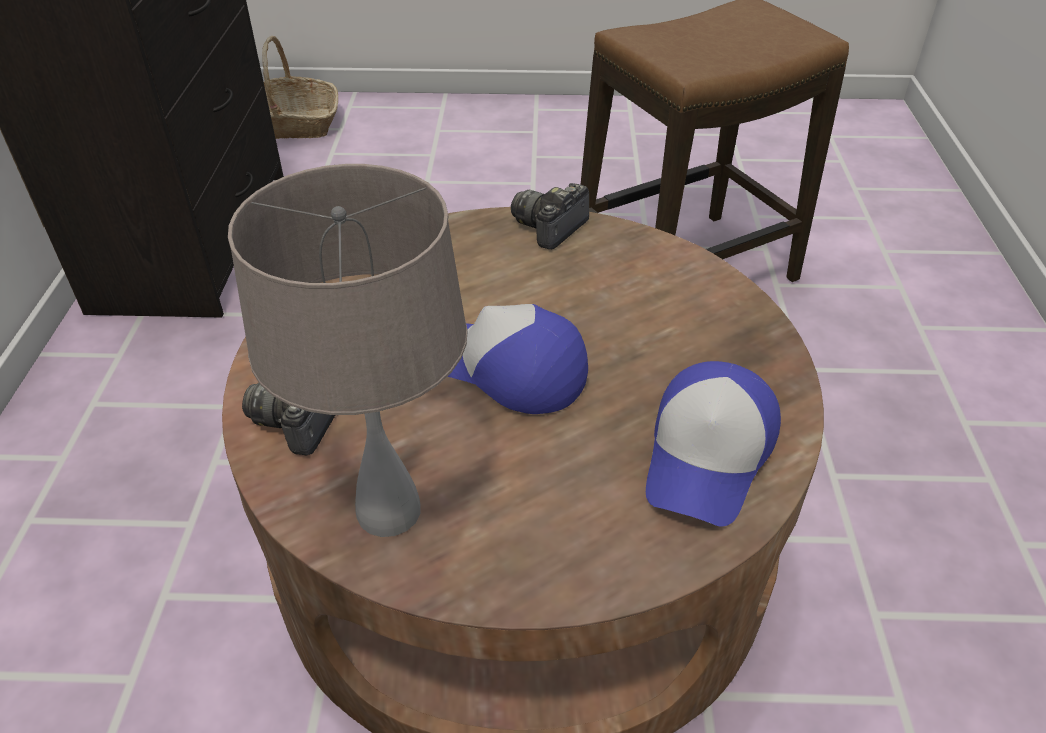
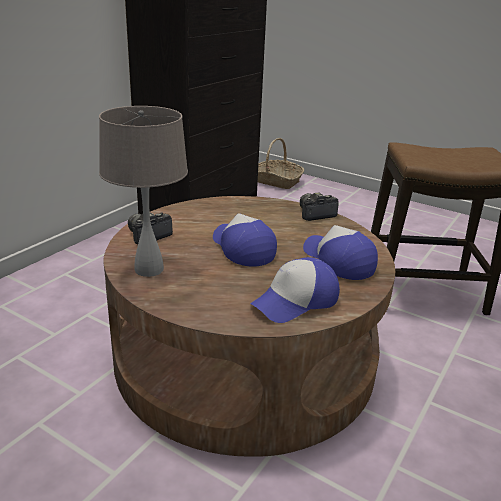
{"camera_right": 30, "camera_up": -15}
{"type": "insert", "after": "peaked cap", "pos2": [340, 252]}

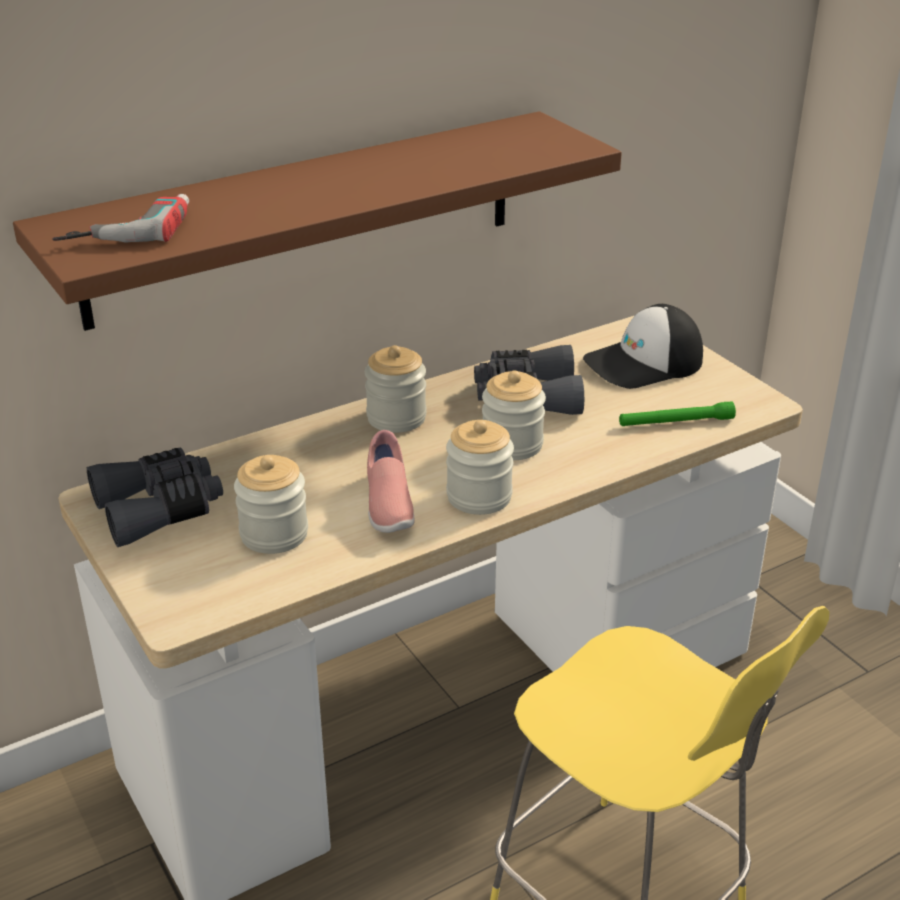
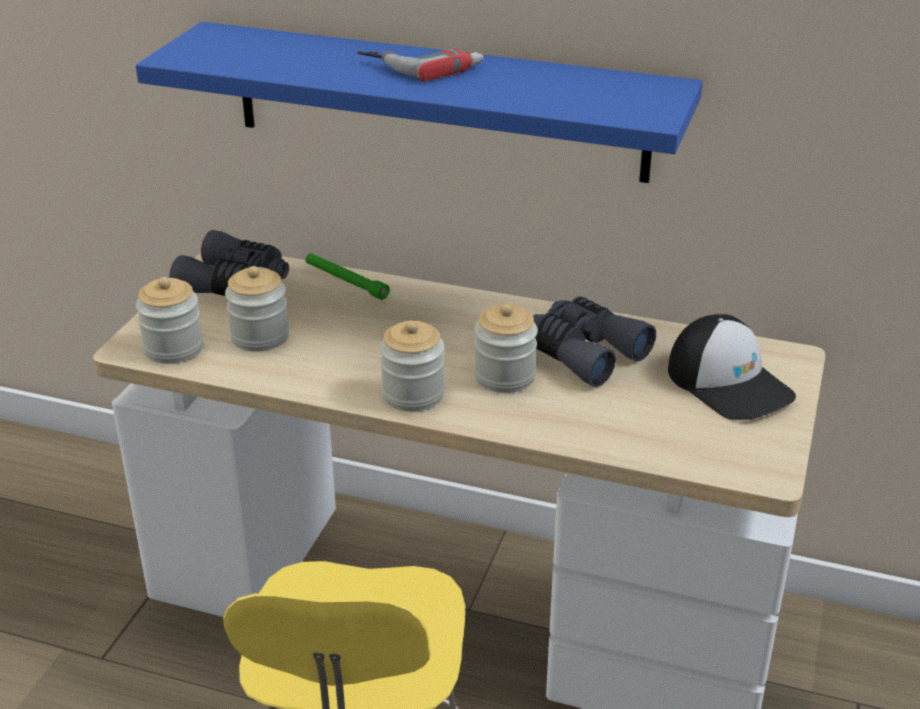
{"camera_right": 50, "camera_up": 0}
{"type": "recolor", "before": "bracket shelf (brownish)", "after": "bracket shelf (bluish)", "pos1": [317, 221], "pos2": [419, 102]}
{"type": "move", "before": "storage jar", "pos1": [396, 389], "pos2": [169, 320]}
{"type": "move", "before": "hand torch (green-coloured)", "pos1": [677, 413], "pos2": [348, 276]}
{"type": "move", "before": "drill", "pos1": [120, 218], "pos2": [420, 65]}
{"type": "rotate", "before": "peaked cap", "pos1": [643, 346], "pos2": [732, 367], "turn": -150}
{"type": "delete", "before": "shoe (pink)", "pos1": [391, 481]}

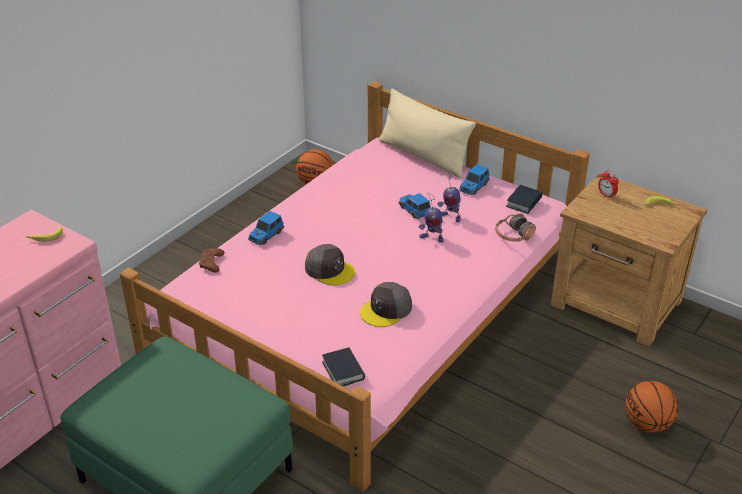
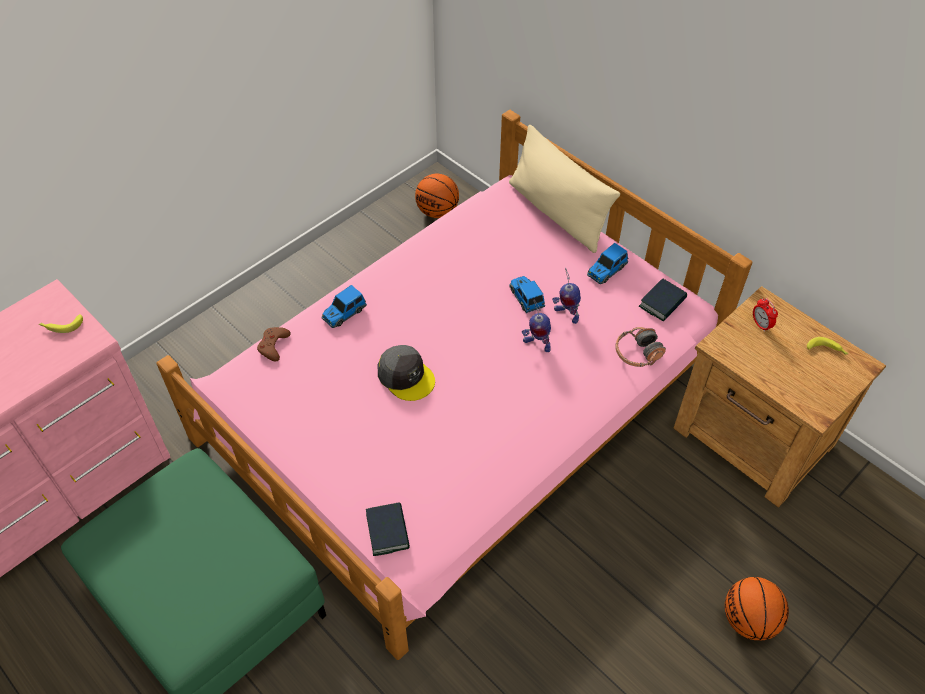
{"camera_right": 10, "camera_up": 15}
{"type": "delete", "before": "peaked cap (gray)", "pos1": [386, 304]}

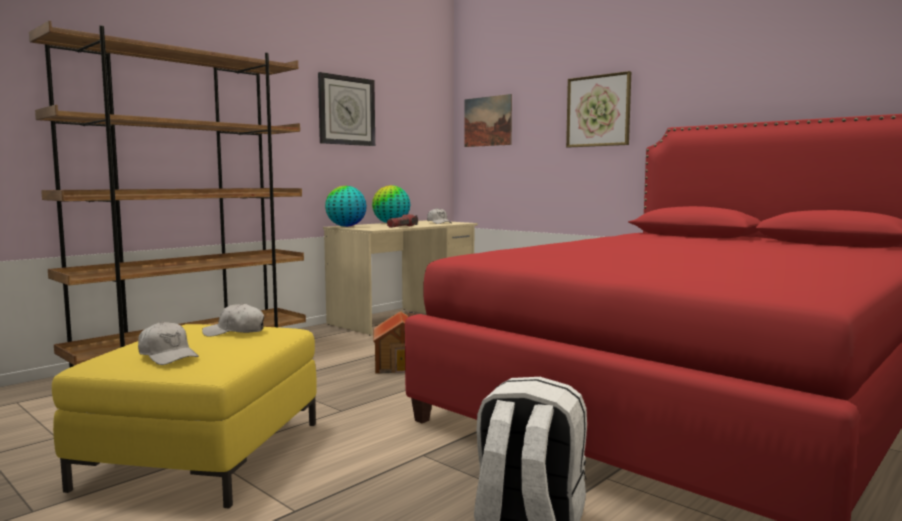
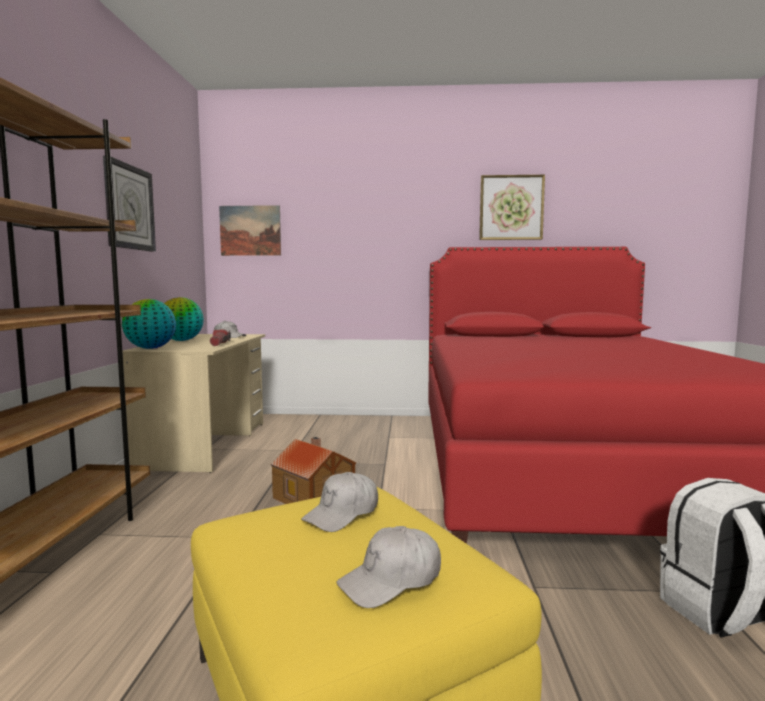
{"camera_right": -40, "camera_up": 0}
{"type": "rotate", "before": "peaked cap (white)", "pos1": [168, 343], "pos2": [389, 567], "turn": 150}
{"type": "move", "before": "picture", "pos1": [598, 109], "pos2": [512, 207]}

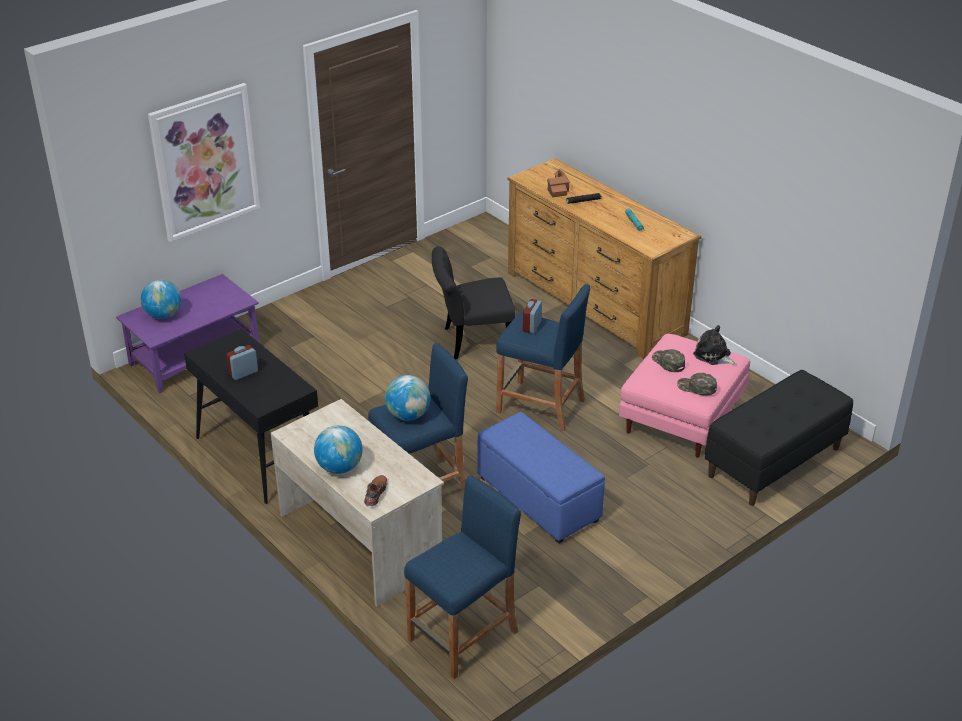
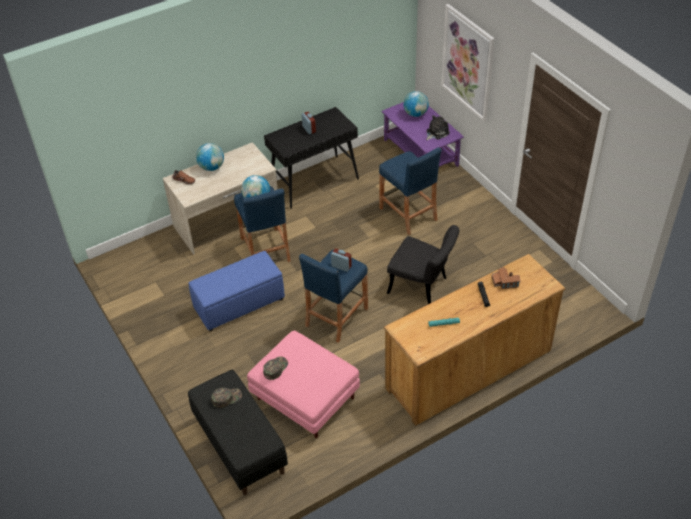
{"camera_right": 100, "camera_up": 10}
{"type": "move", "before": "peaked cap (green-coloured)", "pos1": [668, 360], "pos2": [226, 398]}
{"type": "move", "before": "stool (bluish)", "pos1": [462, 577], "pos2": [410, 191]}
{"type": "rotate", "before": "upright chair (black-coloured)", "pos1": [473, 302], "pos2": [423, 264], "turn": 120}
{"type": "move", "before": "plush toy", "pos1": [715, 345], "pos2": [438, 127]}

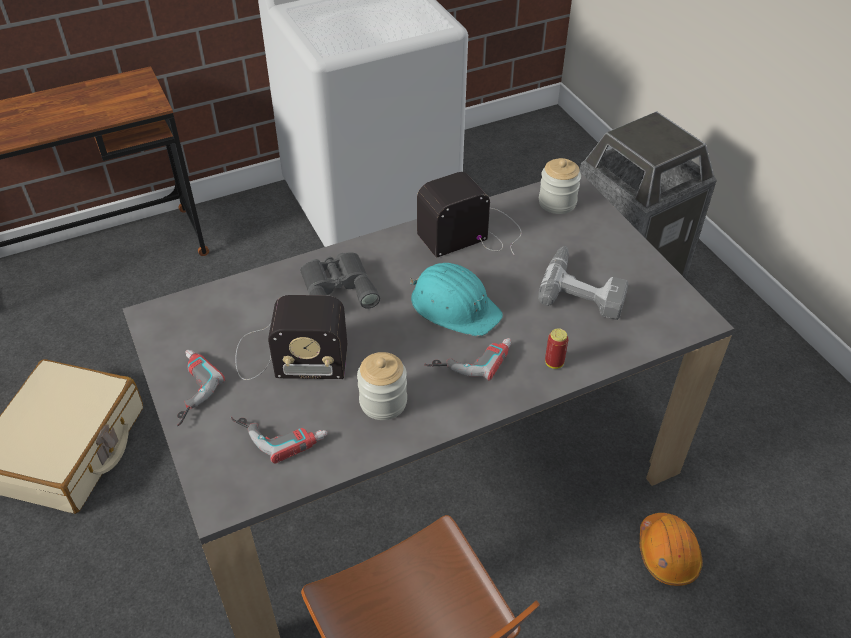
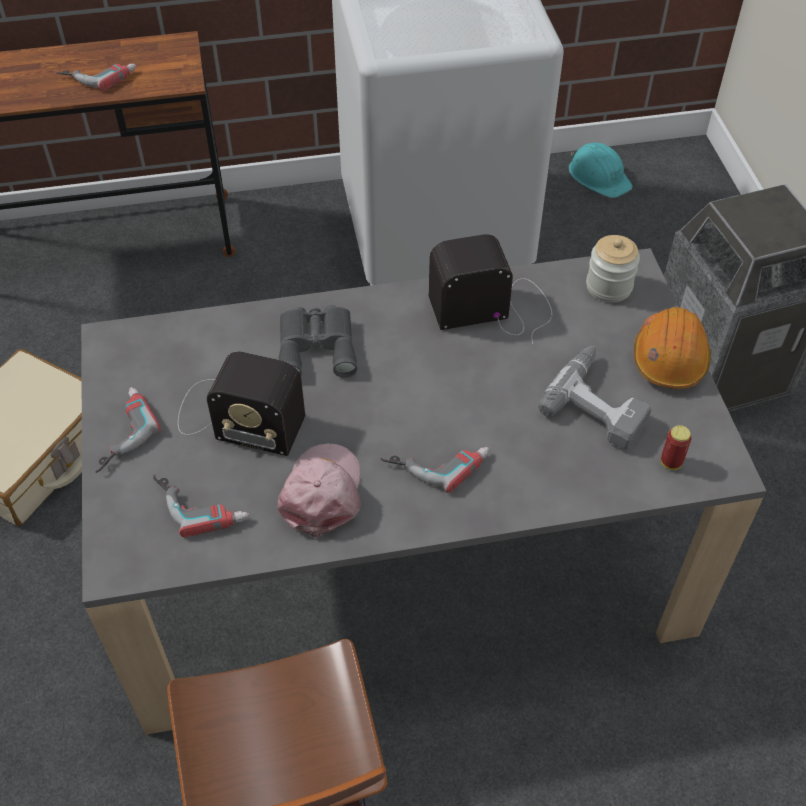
{"camera_right": 15, "camera_up": 5}
{"type": "insert", "after": "drill", "pos2": [96, 77]}
{"type": "replace", "before": "storage jar", "after": "peaked cap (pink)", "pos1": [382, 386], "pos2": [319, 490]}
{"type": "move", "before": "hard hat (turquoise)", "pos1": [456, 300], "pos2": [601, 170]}
{"type": "move", "before": "hard hat (orange-coloured)", "pos1": [671, 549], "pos2": [672, 348]}
{"type": "move", "before": "sealed can", "pos1": [556, 348], "pos2": [676, 447]}

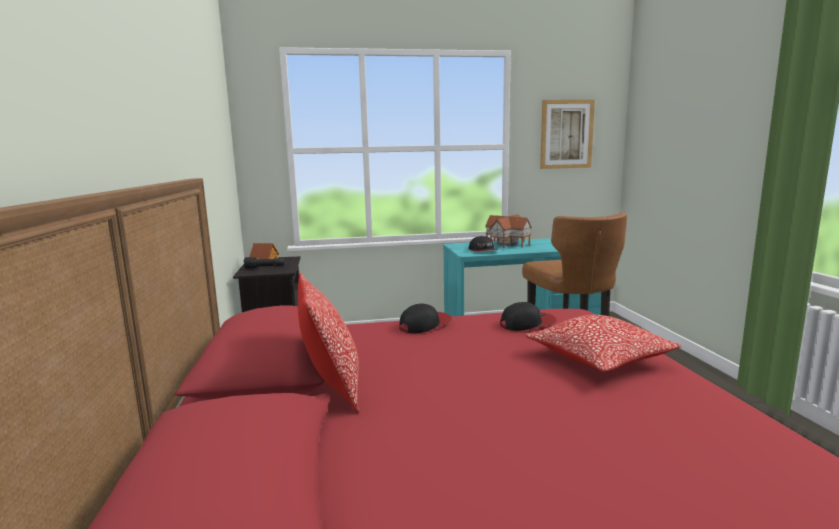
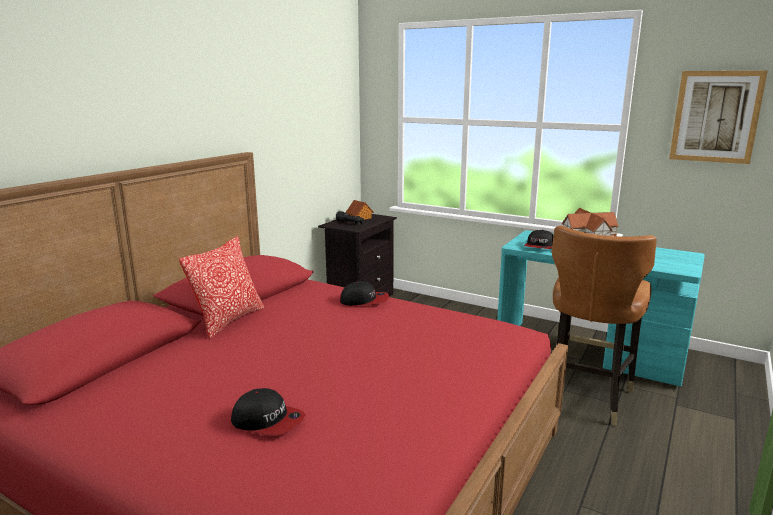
{"camera_right": 40, "camera_up": 5}
{"type": "move", "before": "peaked cap", "pos1": [528, 316], "pos2": [268, 412]}
{"type": "delete", "before": "pillow", "pos1": [603, 343]}

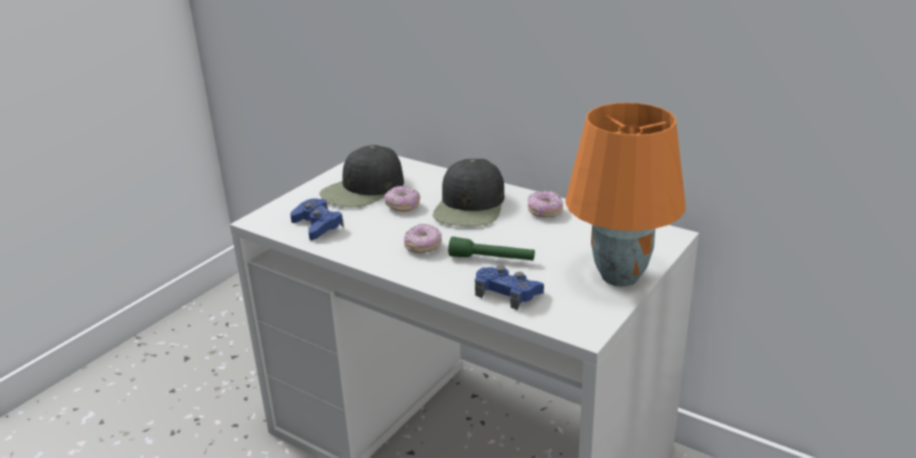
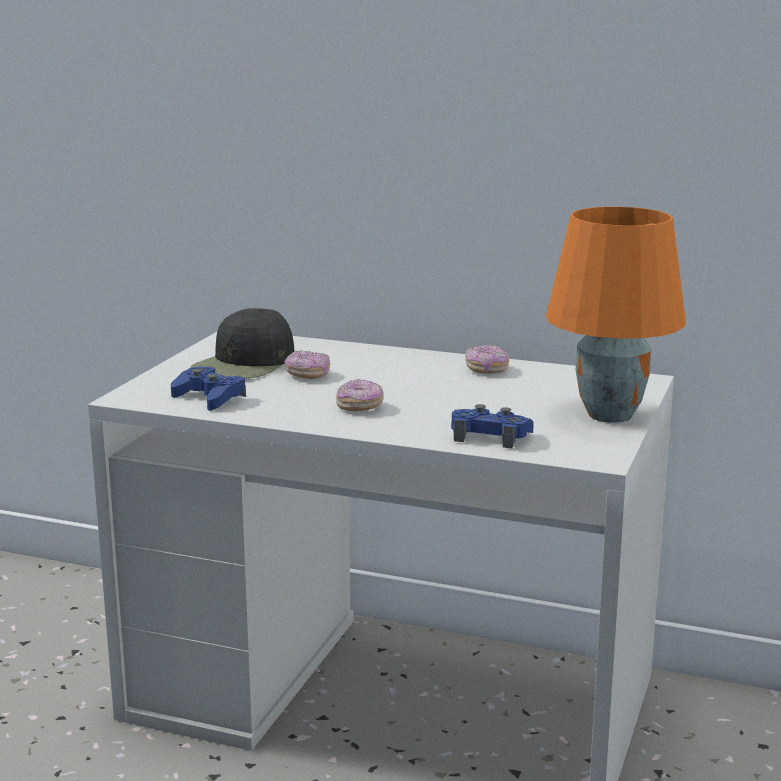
{"camera_right": -15, "camera_up": -10}
{"type": "delete", "before": "peaked cap (black-coloured)", "pos1": [468, 192]}
{"type": "delete", "before": "hand torch (green-coloured)", "pos1": [491, 249]}

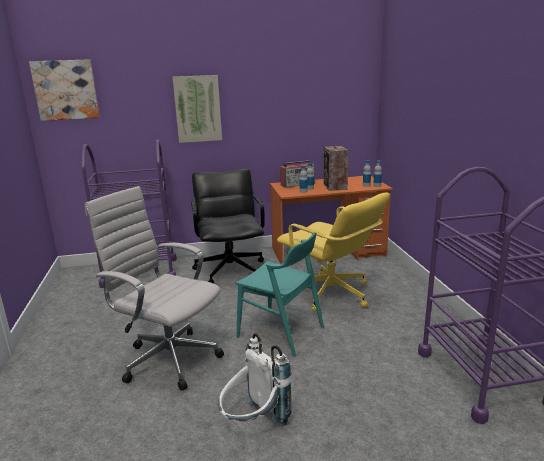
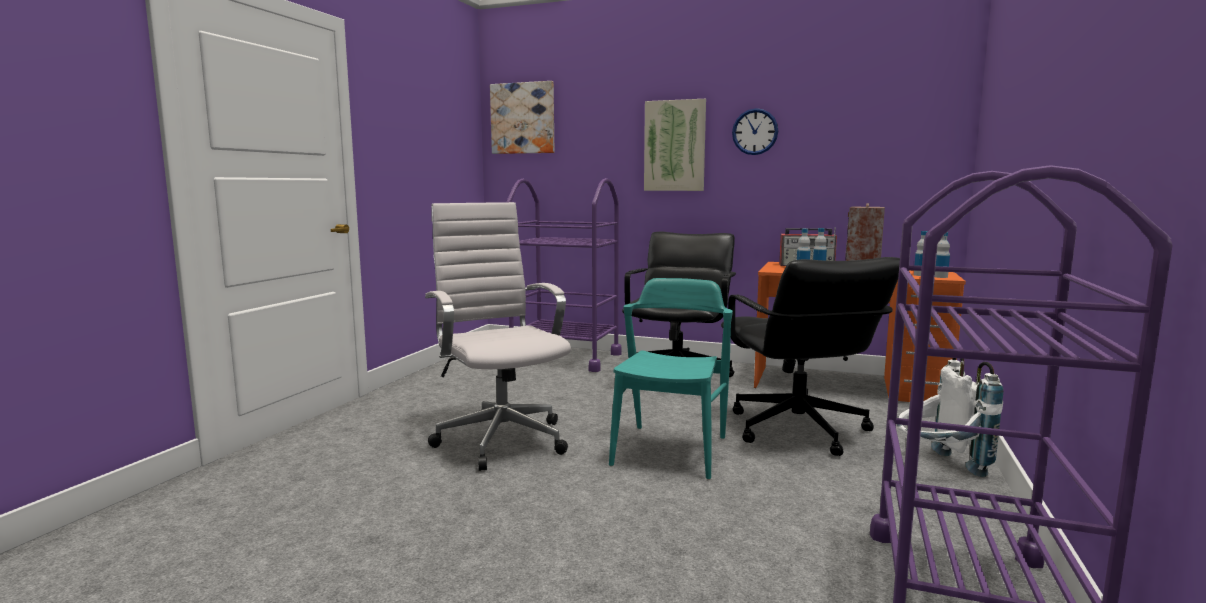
{"camera_right": 30, "camera_up": -10}
{"type": "rotate", "before": "upright chair (turquoise)", "pos1": [279, 294], "pos2": [671, 379], "turn": -135}
{"type": "recolor", "before": "desk chair (yellow-coloured)", "after": "desk chair (black-coloured)", "pos1": [333, 252], "pos2": [810, 356]}
{"type": "insert", "after": "wall clock", "pos2": [755, 131]}
{"type": "move", "before": "knapsack (white)", "pos1": [255, 380], "pos2": [950, 417]}

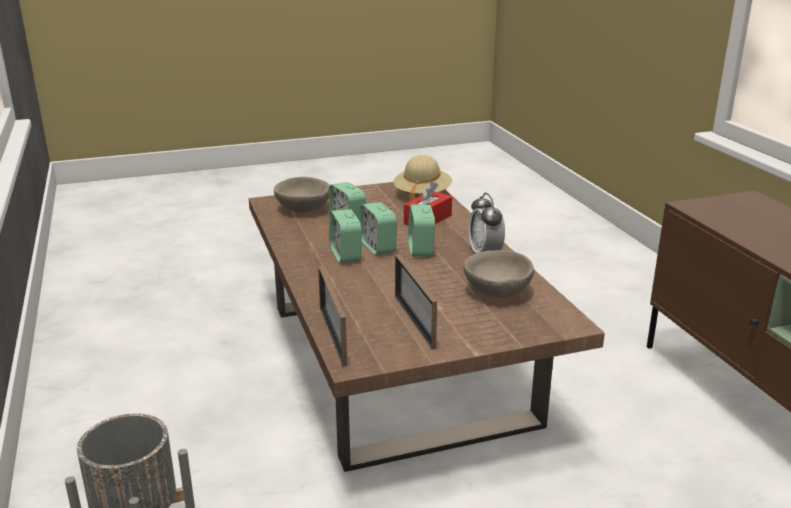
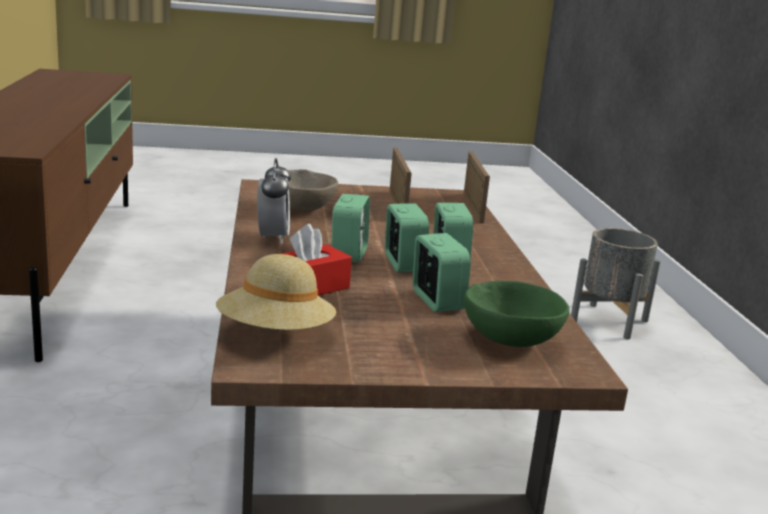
{"camera_right": -170, "camera_up": -5}
{"type": "recolor", "before": "deep dish (beige)", "after": "deep dish (green-coloured)", "pos1": [302, 194], "pos2": [516, 314]}

